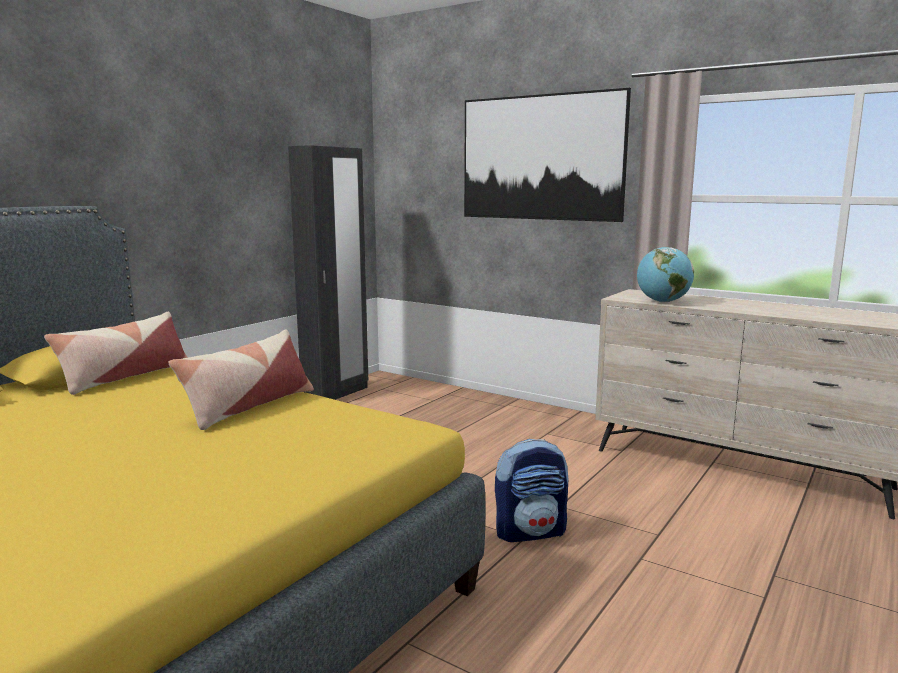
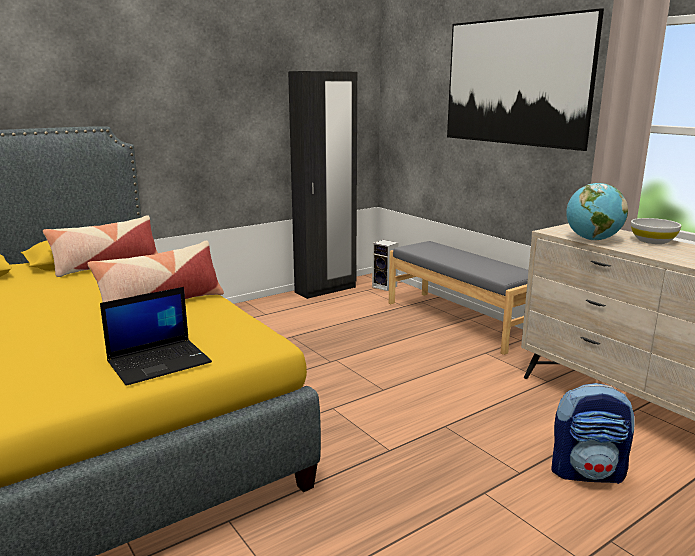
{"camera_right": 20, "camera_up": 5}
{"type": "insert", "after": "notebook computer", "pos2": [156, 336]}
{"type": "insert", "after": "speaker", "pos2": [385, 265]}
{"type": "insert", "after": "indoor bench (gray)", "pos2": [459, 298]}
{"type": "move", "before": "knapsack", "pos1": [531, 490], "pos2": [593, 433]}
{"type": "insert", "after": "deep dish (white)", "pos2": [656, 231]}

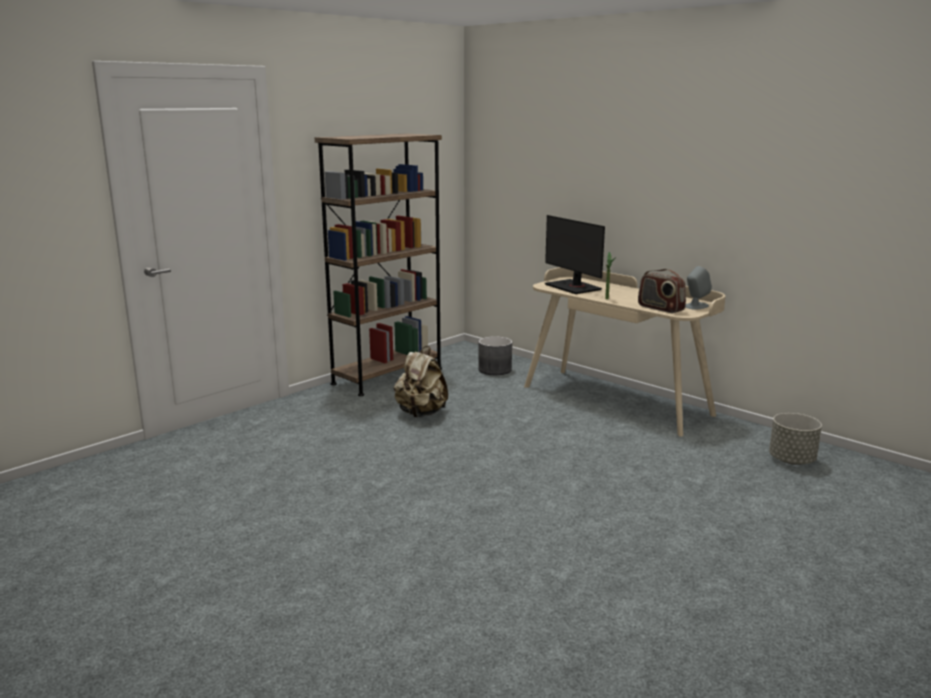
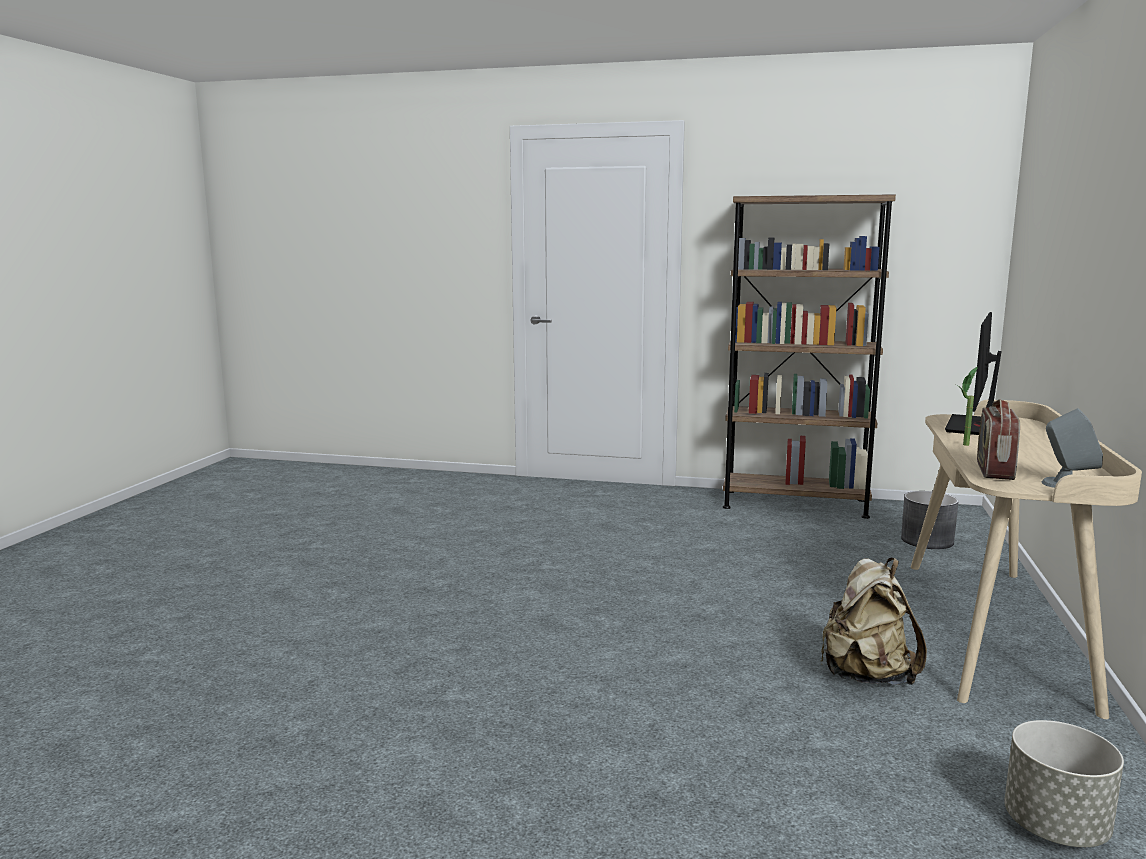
{"camera_right": 60, "camera_up": -5}
{"type": "move", "before": "knapsack (beige)", "pos1": [421, 381], "pos2": [873, 621]}

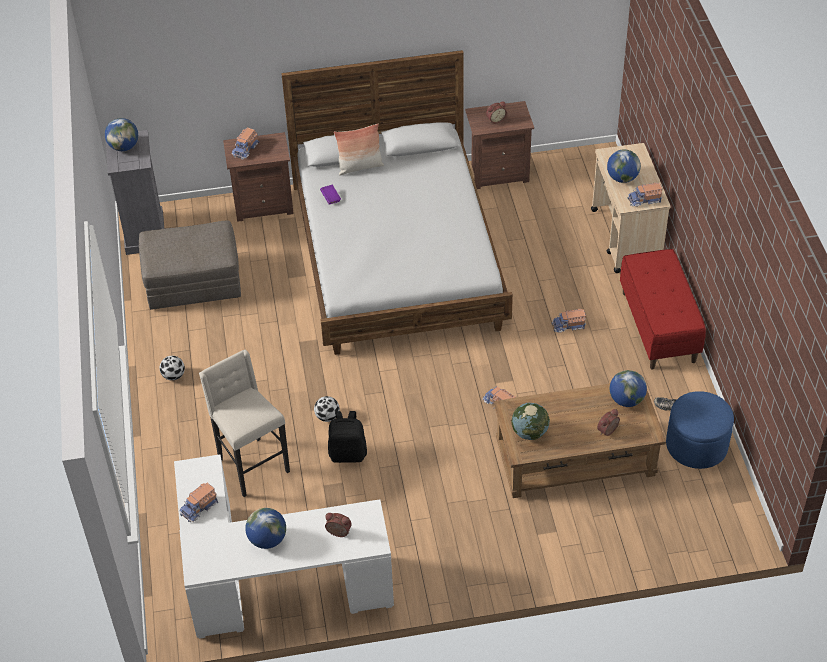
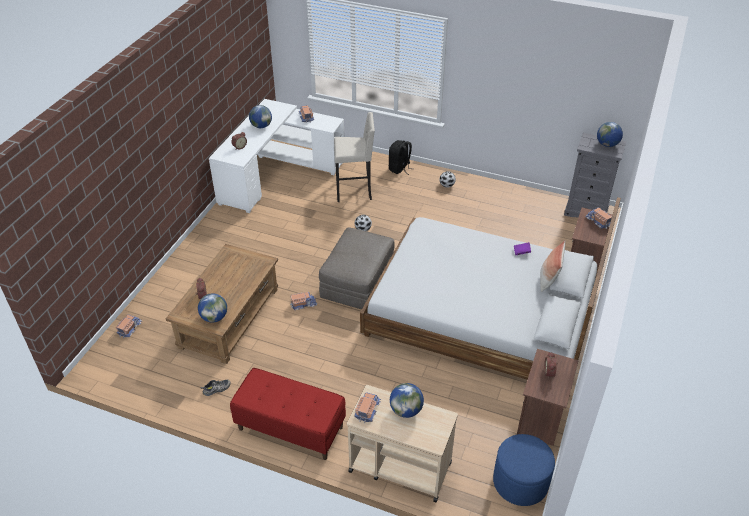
{"camera_right": 120, "camera_up": -5}
{"type": "move", "before": "toy truck", "pos1": [569, 321], "pos2": [128, 326]}
{"type": "move", "before": "pouffe (gray)", "pos1": [190, 265], "pos2": [356, 268]}
{"type": "move", "before": "knapsack (black-coloured)", "pos1": [347, 437], "pos2": [400, 157]}
{"type": "move", "before": "pouffe (bluish)", "pos1": [700, 430], "pos2": [524, 470]}
{"type": "delete", "before": "world globe", "pos1": [530, 421]}

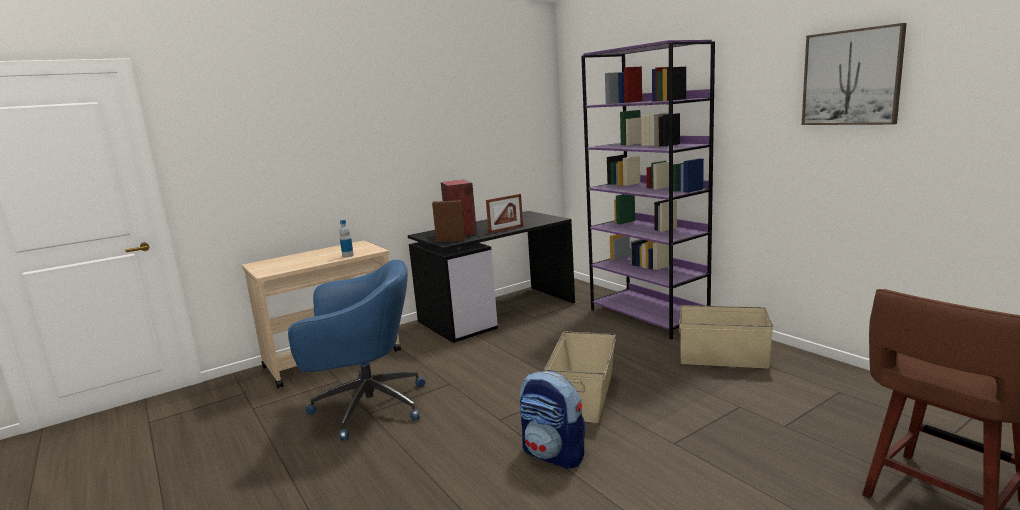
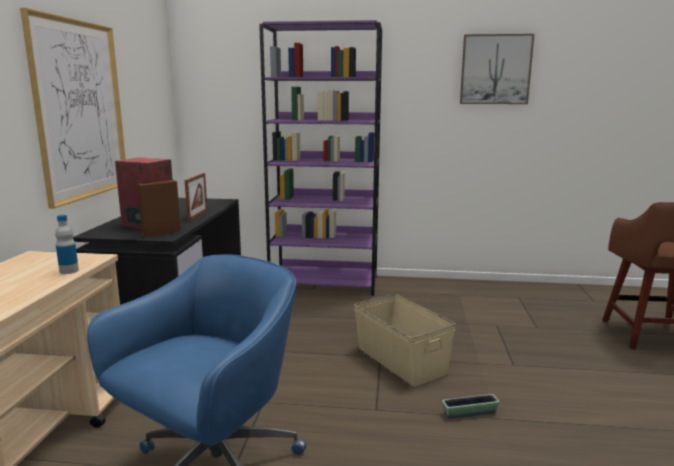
{"camera_right": -50, "camera_up": 0}
{"type": "insert", "after": "picture", "pos2": [73, 108]}
{"type": "replace", "before": "knapsack", "after": "plant pot", "pos1": [553, 420], "pos2": [470, 406]}
{"type": "delete", "before": "storage box (beige)", "pos1": [726, 337]}

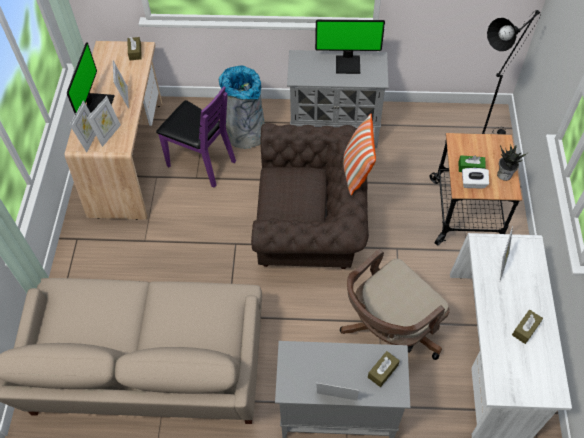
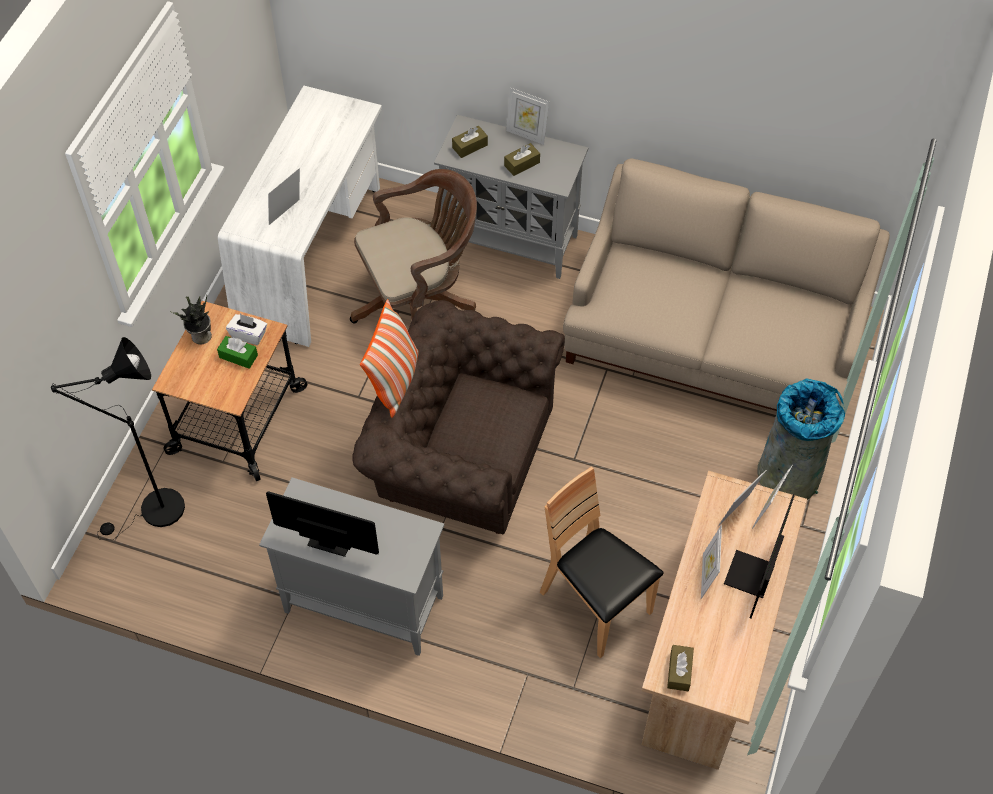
{"camera_right": -165, "camera_up": 0}
{"type": "move", "before": "tissue holder (brownish)", "pos1": [527, 327], "pos2": [522, 159]}
{"type": "recolor", "before": "upright chair (purplish)", "after": "upright chair (brownish)", "pos1": [196, 136], "pos2": [602, 562]}
{"type": "move", "before": "trash can (gray)", "pos1": [242, 107], "pos2": [801, 439]}

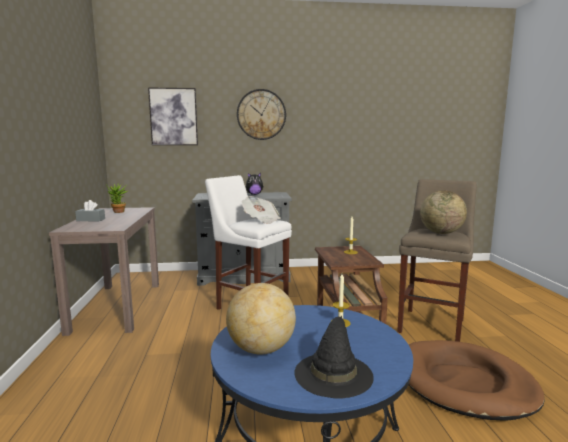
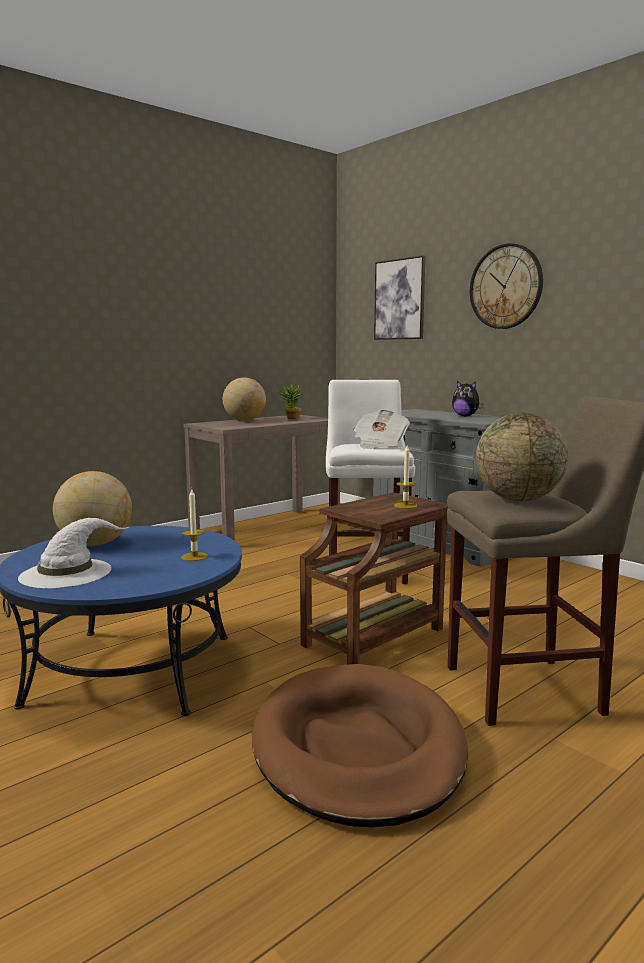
{"camera_right": 55, "camera_up": 0}
{"type": "recolor", "before": "hat (black-coloured)", "after": "hat (white)", "pos1": [334, 357], "pos2": [73, 553]}
{"type": "replace", "before": "tissue holder (gray)", "after": "world globe", "pos1": [90, 210], "pos2": [244, 399]}

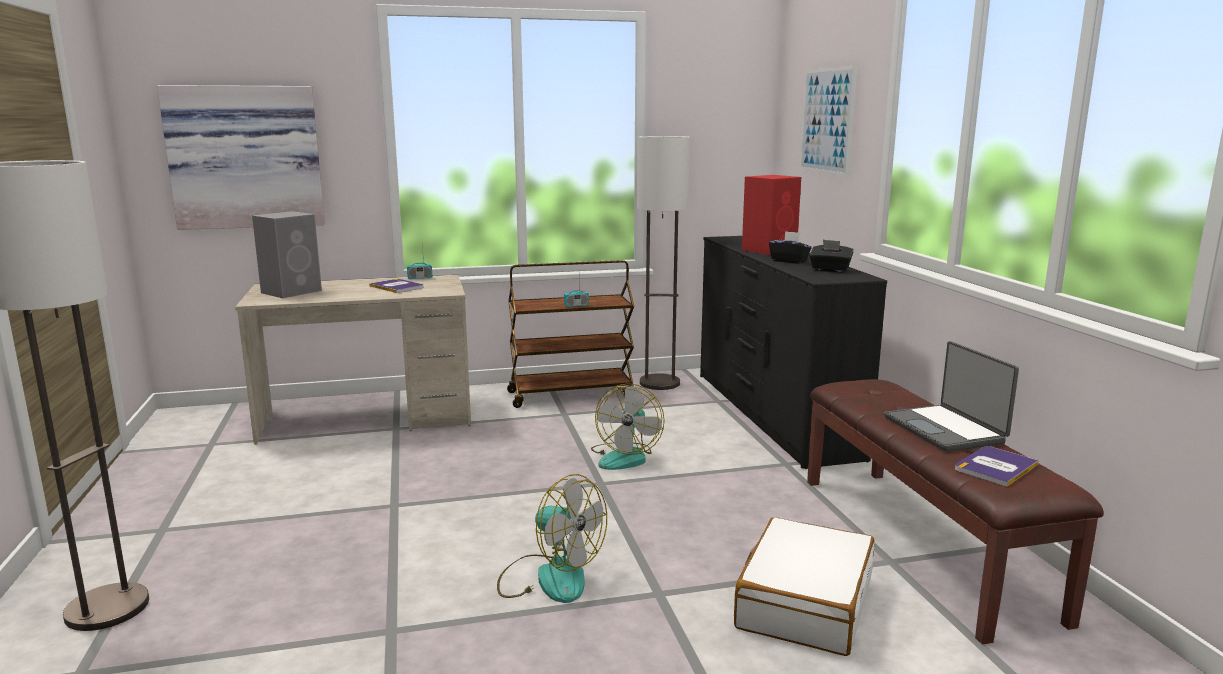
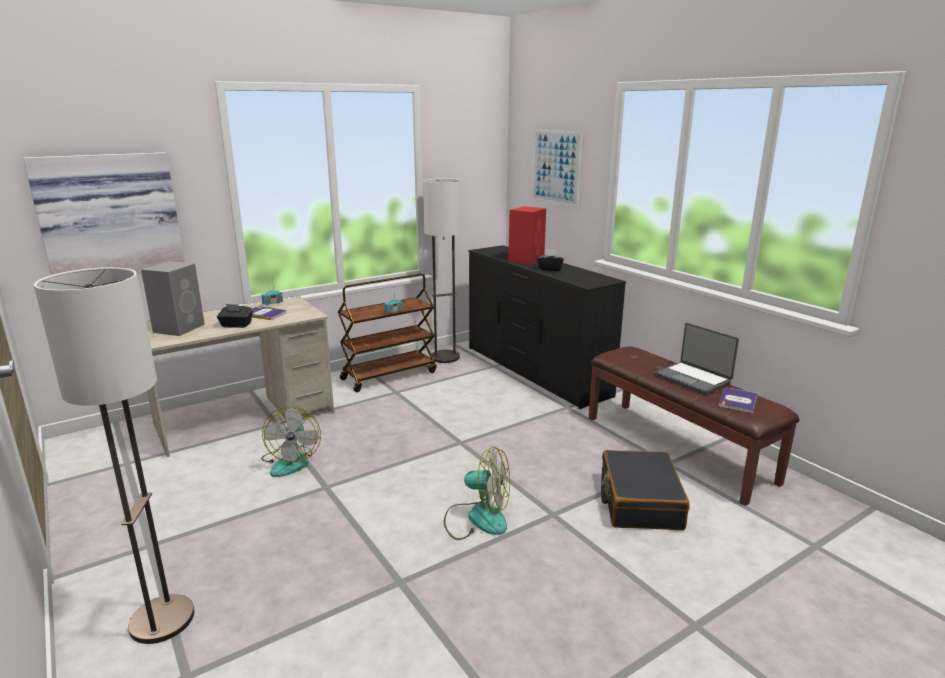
{"camera_right": -20, "camera_up": 5}
{"type": "move", "before": "tissue holder (black-coloured)", "pos1": [832, 256], "pos2": [235, 316]}
{"type": "move", "before": "fan", "pos1": [628, 426], "pos2": [291, 442]}
{"type": "recolor", "before": "suitcase (white)", "after": "suitcase (black-coloured)", "pos1": [804, 586], "pos2": [645, 490]}

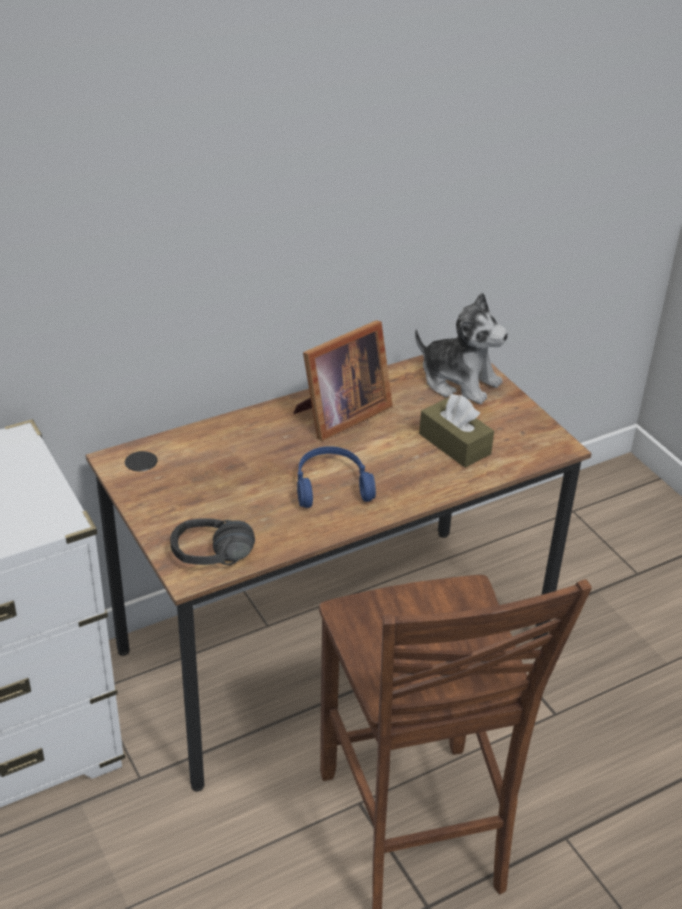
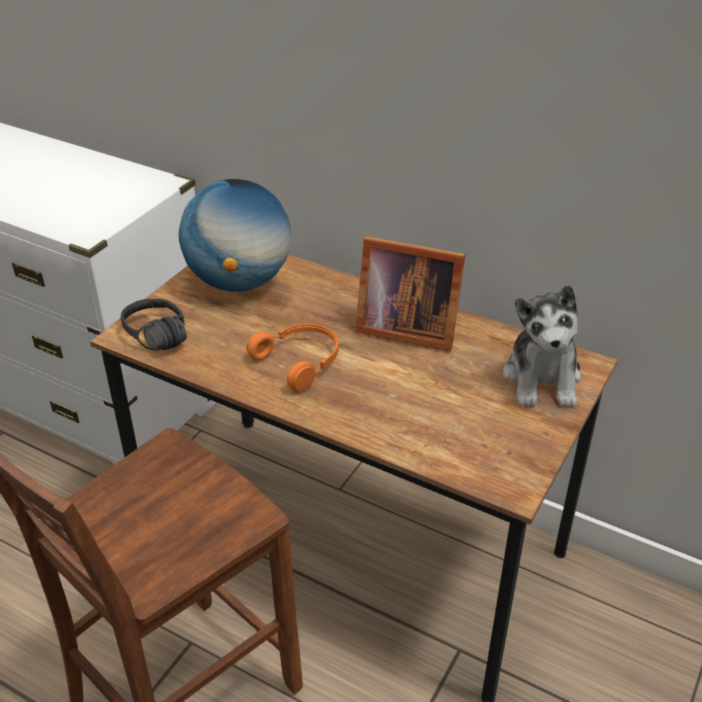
{"camera_right": 60, "camera_up": 0}
{"type": "insert", "after": "world globe", "pos2": [235, 235]}
{"type": "recolor", "before": "pair of headphones (bluish)", "after": "pair of headphones (orange-coloured)", "pos1": [336, 477], "pos2": [292, 357]}
{"type": "delete", "before": "tissue holder (brownish)", "pos1": [456, 431]}

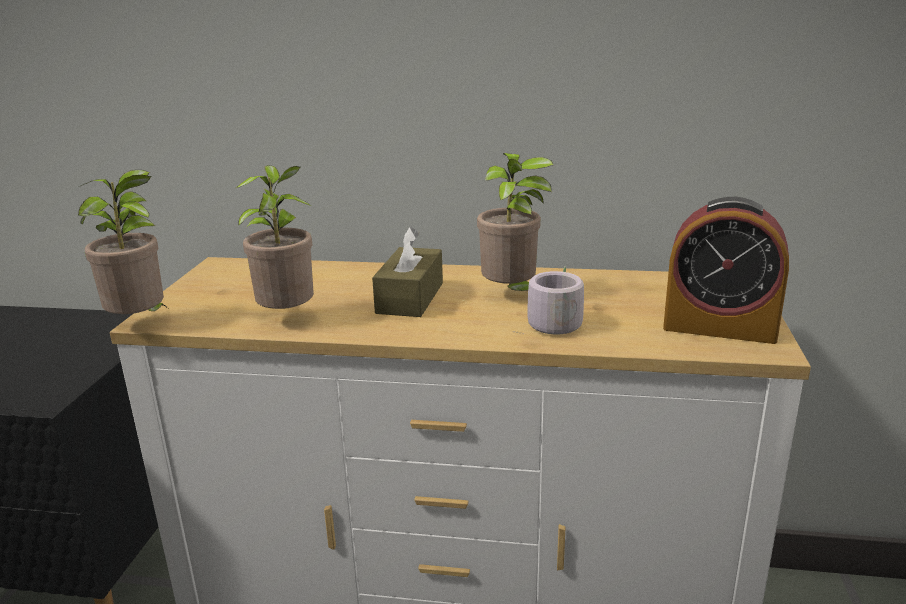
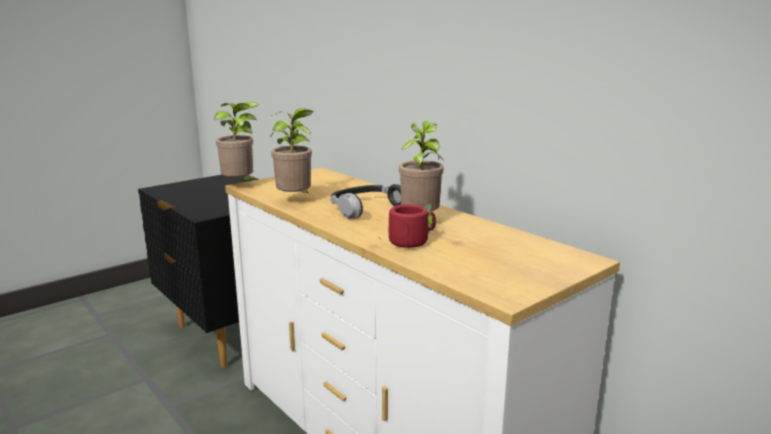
{"camera_right": 40, "camera_up": -5}
{"type": "replace", "before": "tissue holder (brownish)", "after": "pair of headphones", "pos1": [407, 272], "pos2": [366, 201]}
{"type": "recolor", "before": "mug (gray)", "after": "mug (reddish)", "pos1": [548, 300], "pos2": [408, 226]}
{"type": "delete", "before": "bedside clock", "pos1": [726, 270]}

